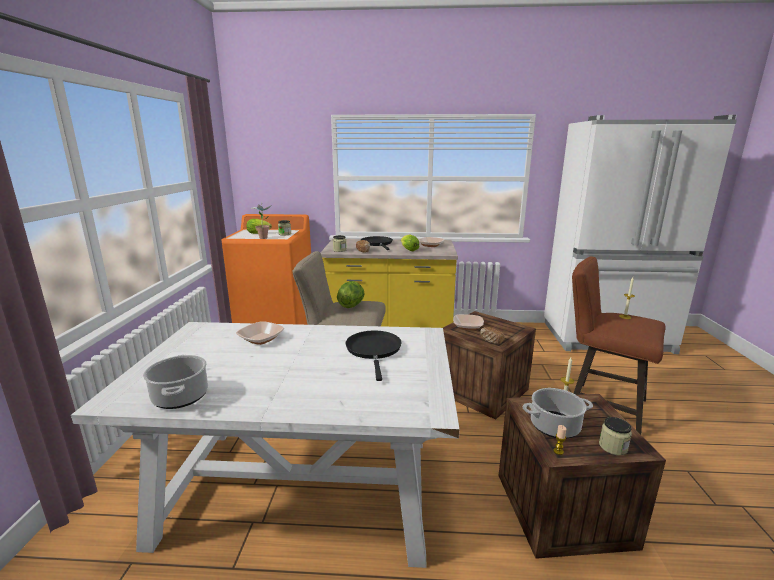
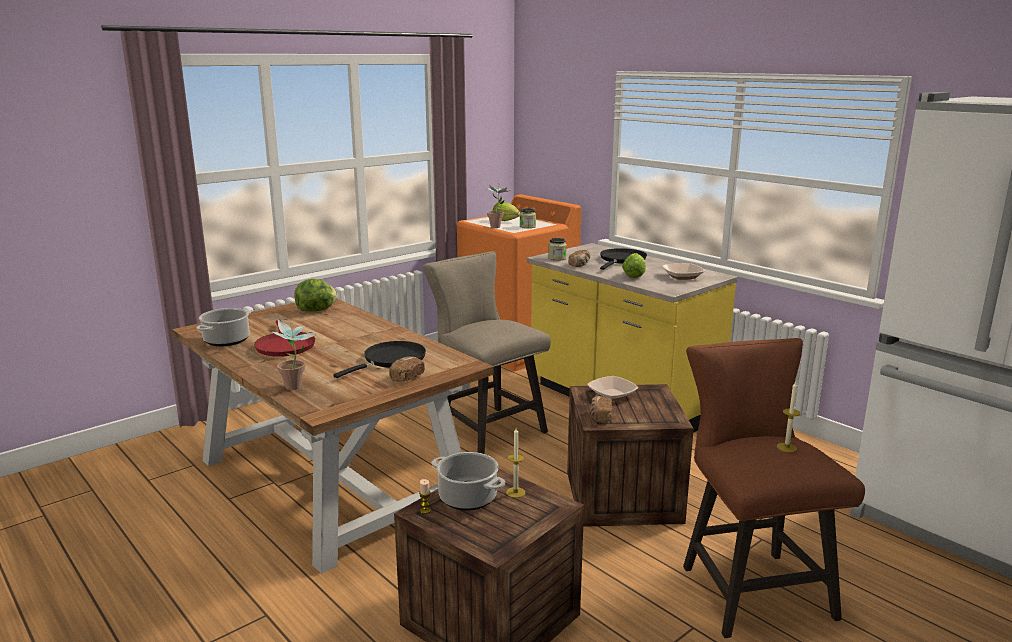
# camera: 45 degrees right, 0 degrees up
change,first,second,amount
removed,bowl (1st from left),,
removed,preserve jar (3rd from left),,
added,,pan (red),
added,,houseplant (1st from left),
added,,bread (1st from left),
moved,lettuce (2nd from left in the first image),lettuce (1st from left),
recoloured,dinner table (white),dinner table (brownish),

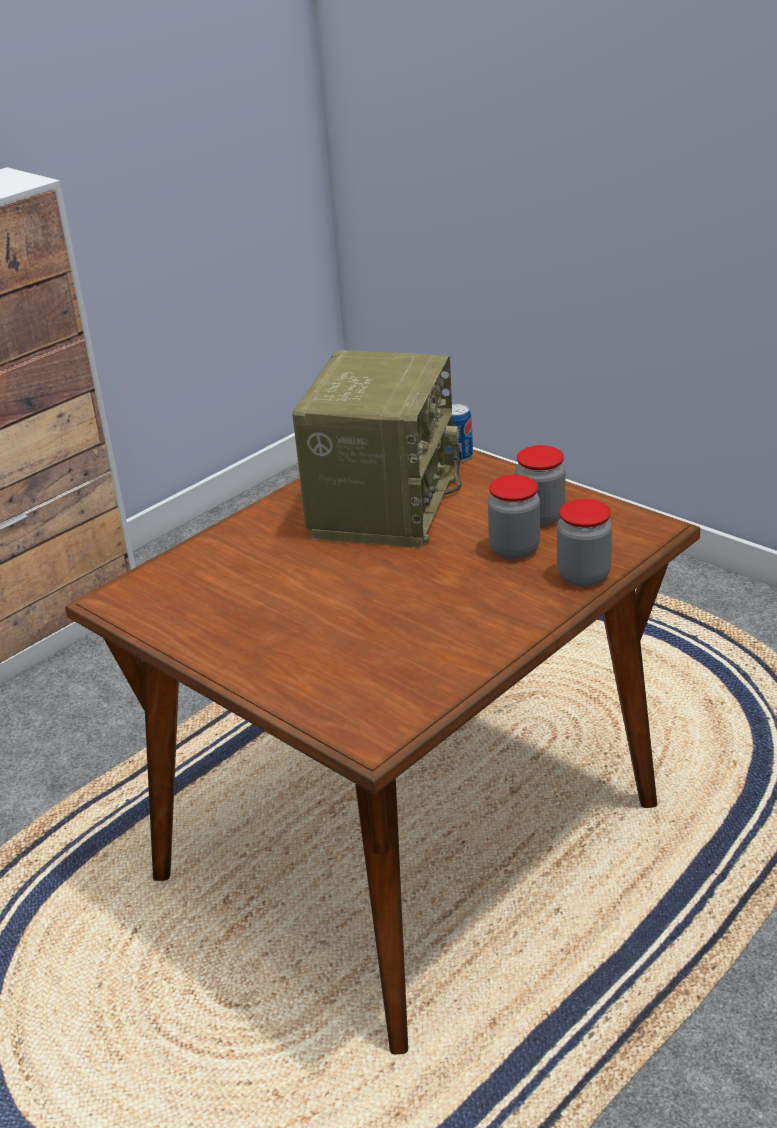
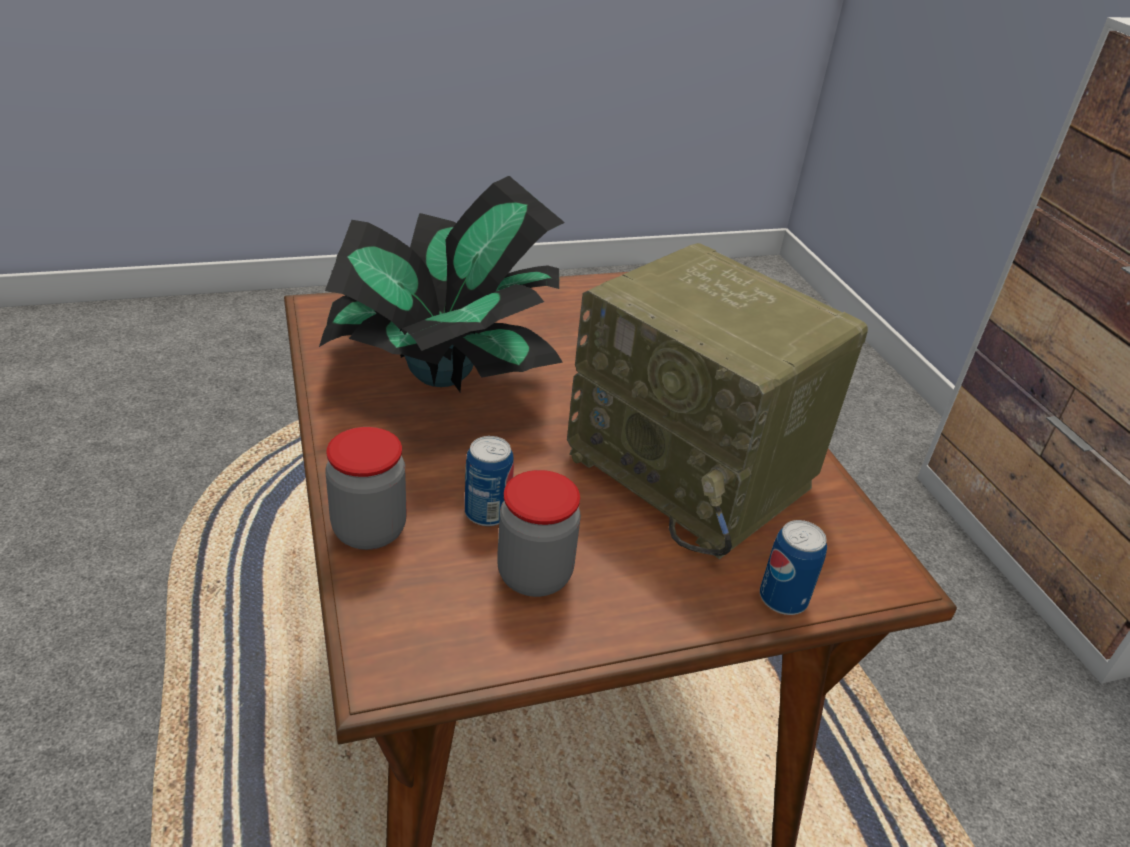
# camera: 115 degrees right, 5 degrees up
change,first,second,amount
added,,houseplant,
replaced,preserve jar (1st from left),can (1st from left),

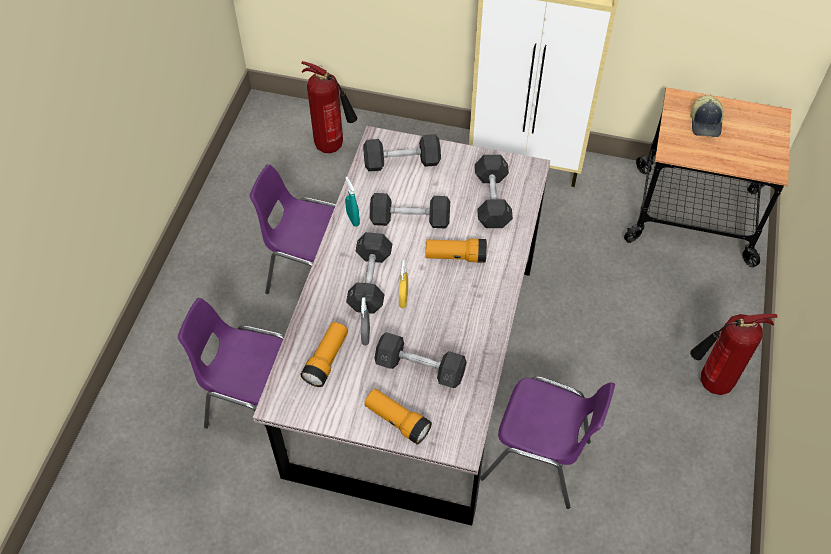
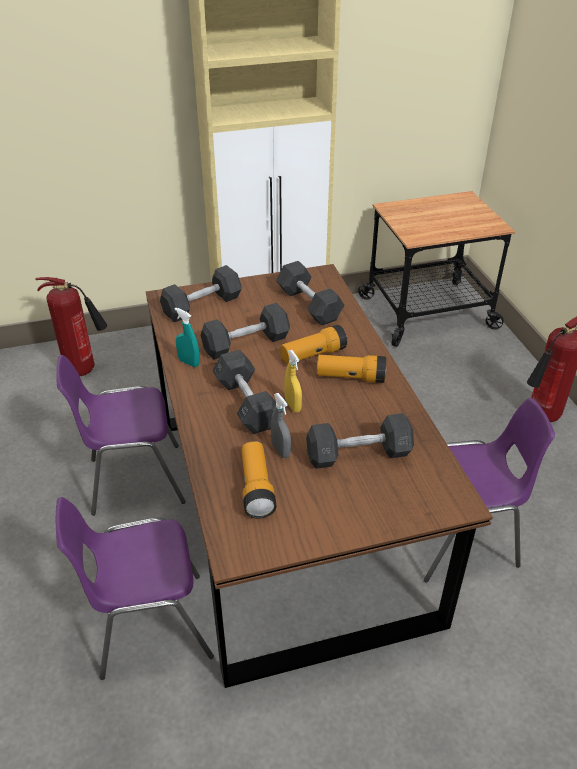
# camera: 30 degrees left, 15 degrees down
change,first,second,amount
removed,cap,,
moved,flashlight (2nd from left in the first image),flashlight (3rd from left),
recoloured,dinner table (grey),dinner table (brownish),

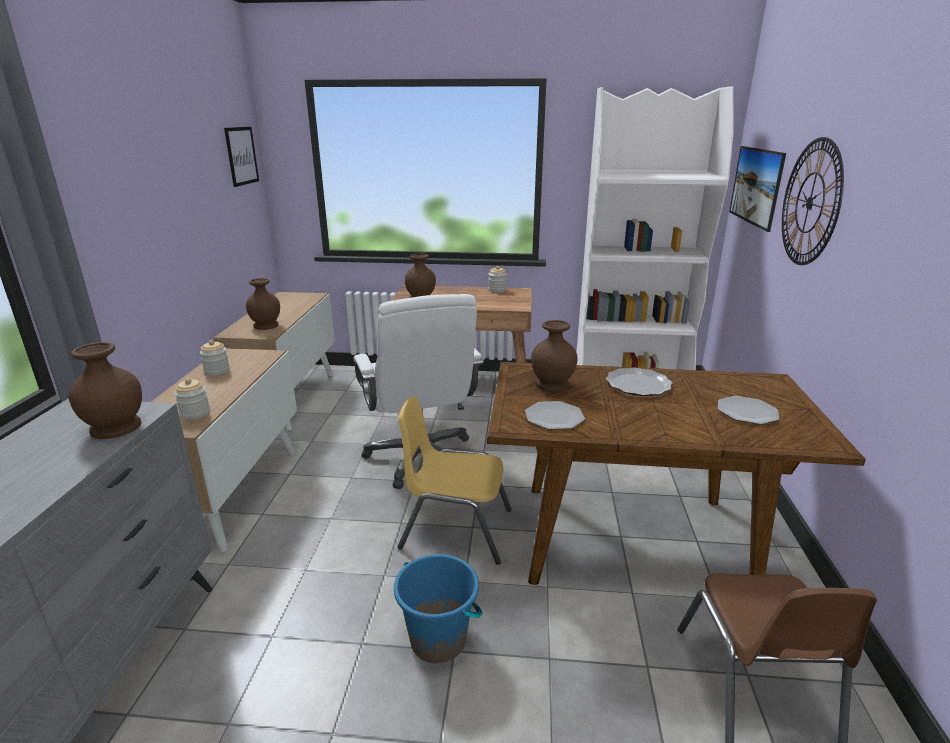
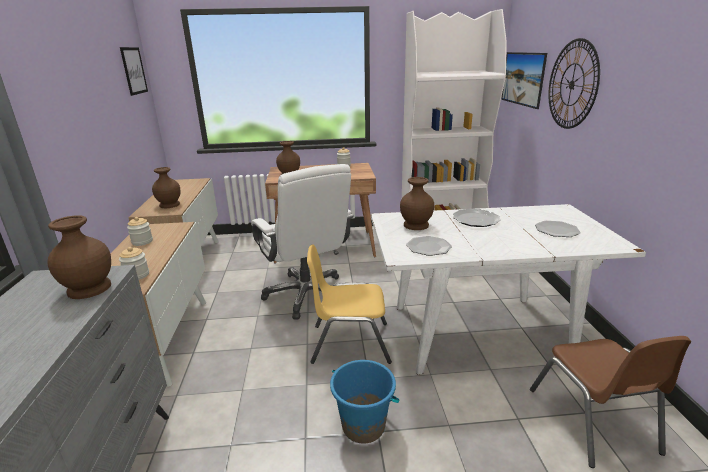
# camera: 10 degrees left, 0 degrees up
change,first,second,amount
recoloured,dinner table (brownish),dinner table (white),

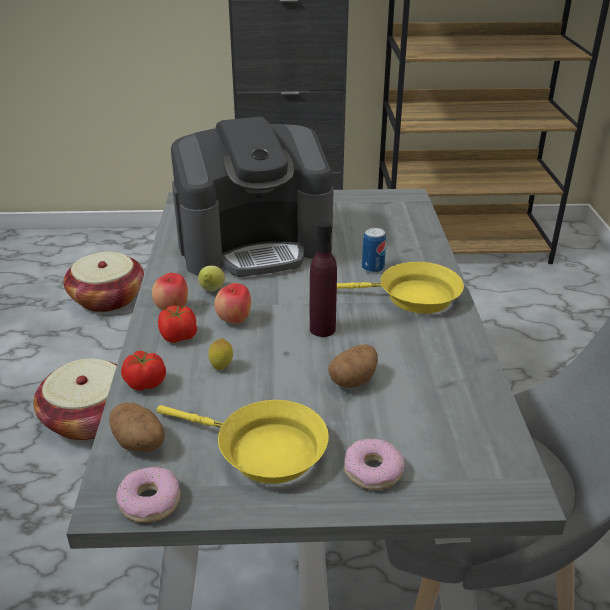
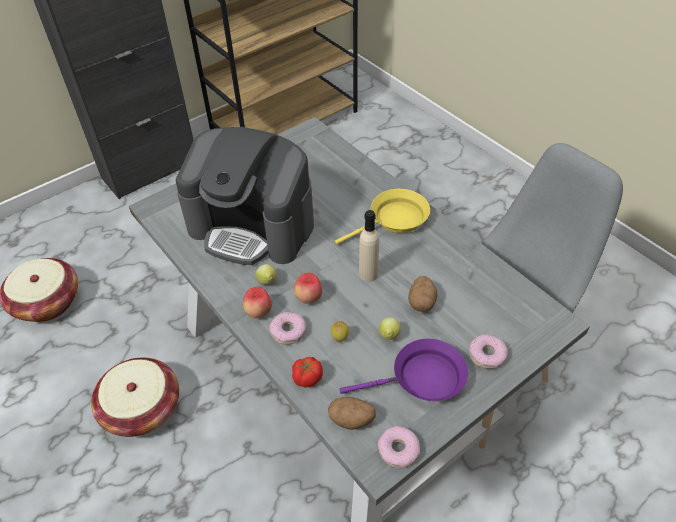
# camera: 35 degrees left, 15 degrees up
change,first,second,amount
removed,can,,
added,,citrus fruit (3rd from left),
replaced,whole tomato (2nd from left),doughnut (1st from left),
recoloured,pan (yellow-coloured) (1st from left),pan (purplish),
recoloured,drink bottle (purplish),drink bottle (beige-coloured),
turned,coffee brewer,,75 degrees clockwise

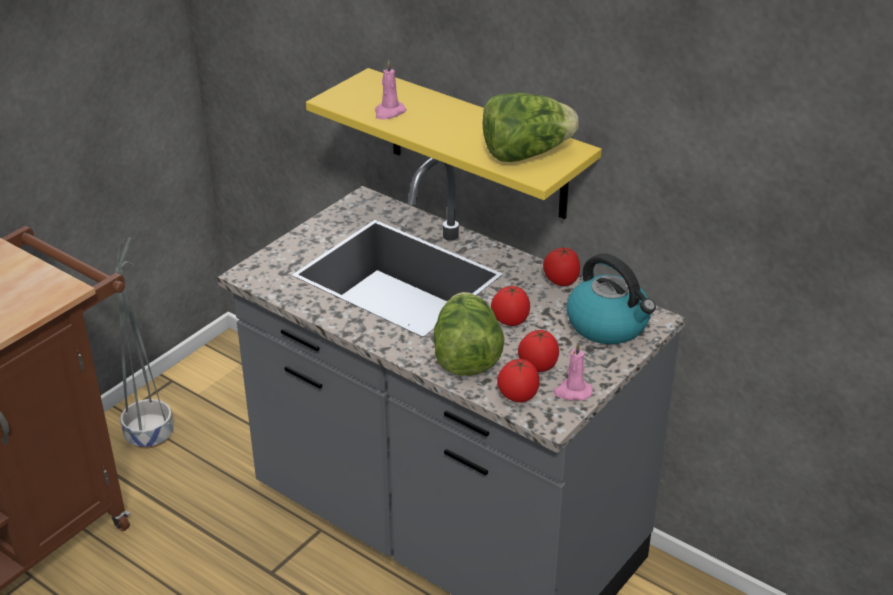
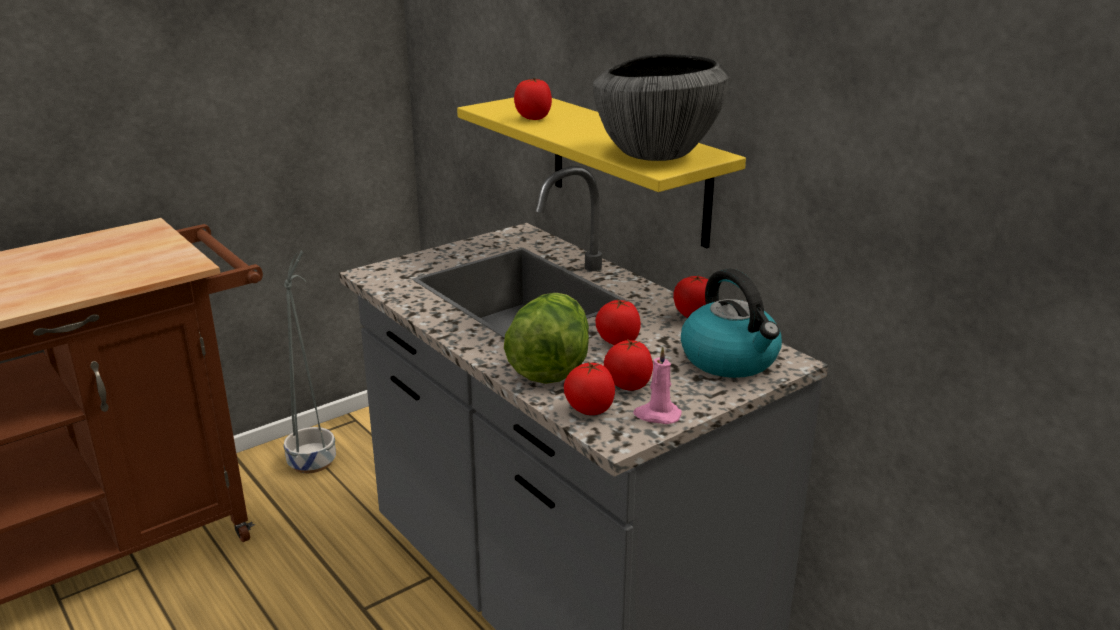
# camera: 15 degrees right, 10 degrees down
change,first,second,amount
replaced,wax light (pink-coloured) (1st from left),whole tomato (1st from left),
replaced,lettuce (2nd from left),bowl,

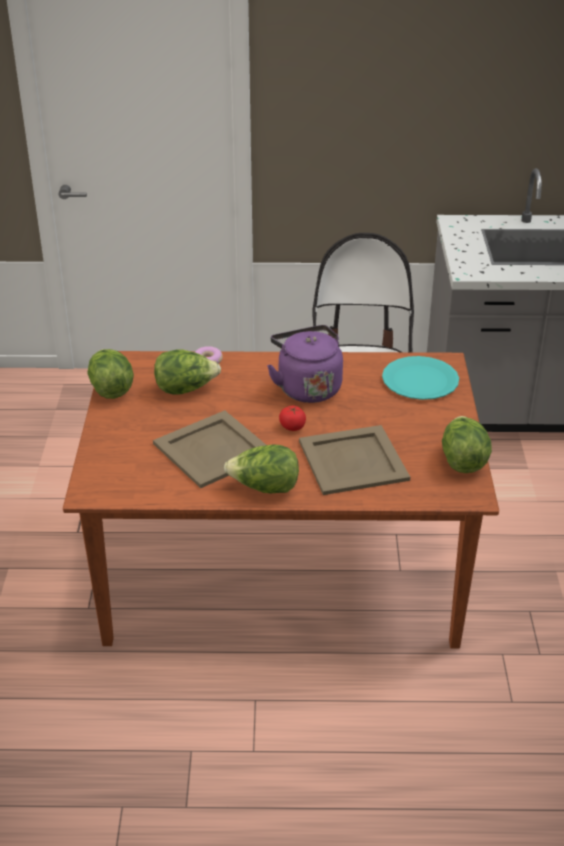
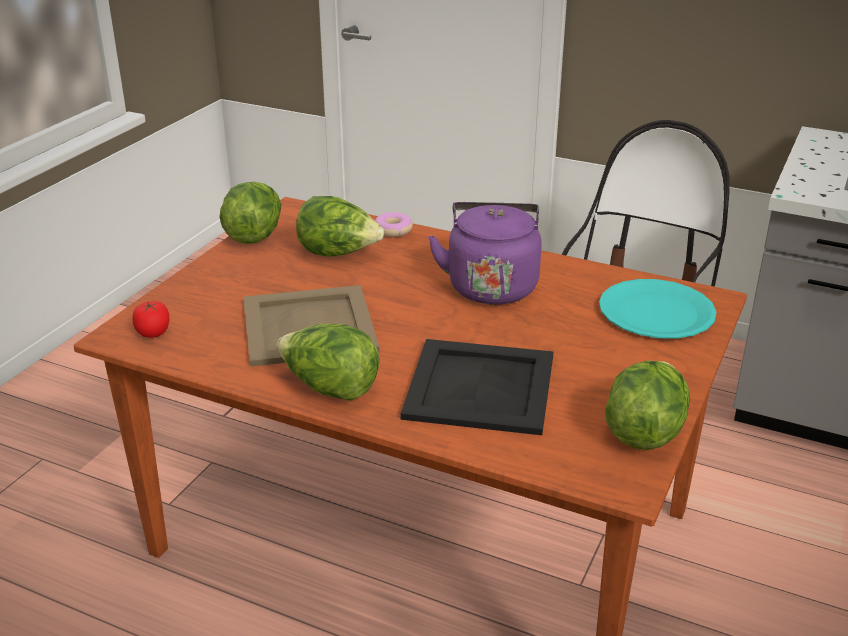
# camera: 25 degrees right, 5 degrees down
change,first,second,amount
moved,whole tomato,,
recoloured,serving tray (beige-coloured) (2nd from left),serving tray (black-coloured),

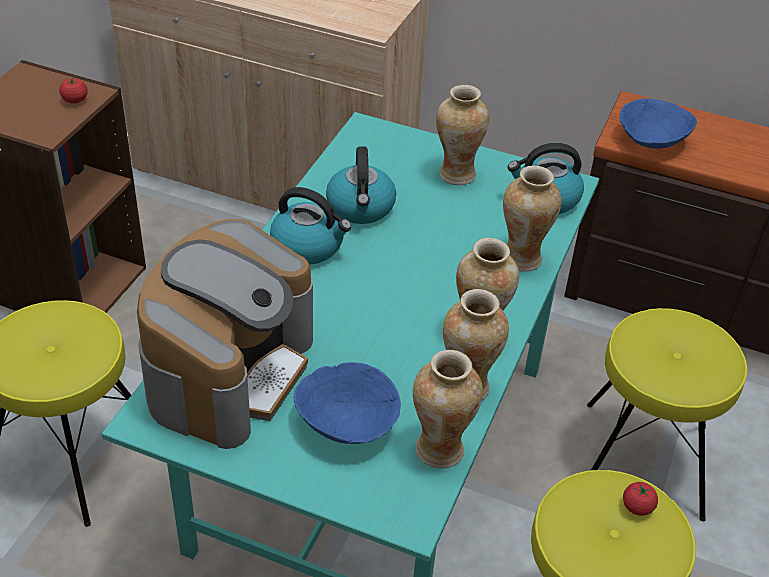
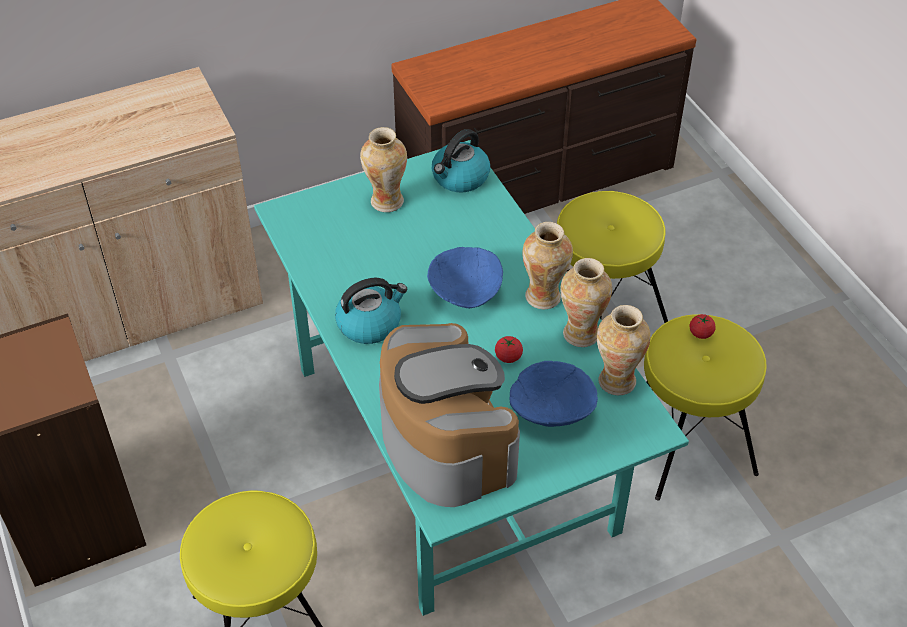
# camera: 45 degrees left, 5 degrees up
change,first,second,amount
removed,tea kettle (2nd from left),,
removed,decorative vase (5th from left),,
moved,whole tomato (1st from left),,
moved,bowl (blue-coloured) (2nd from left in the first image),bowl (blue-coloured) (1st from left),

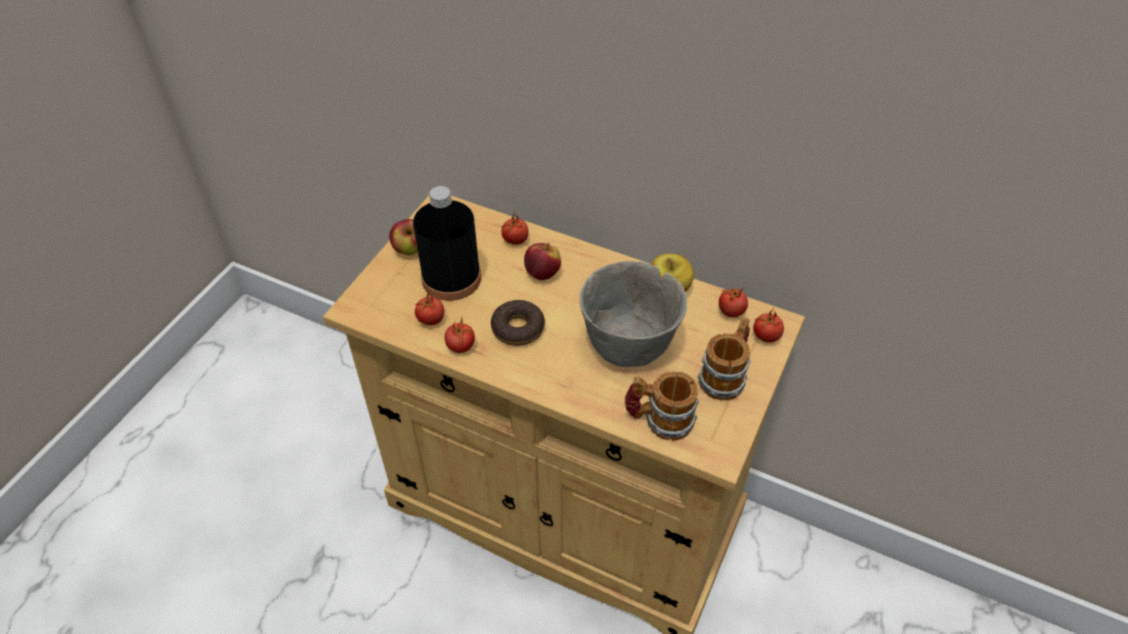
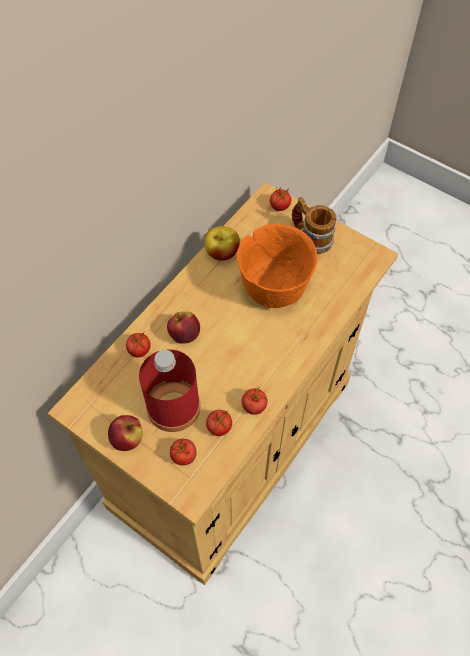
# camera: 80 degrees left, 10 degrees up
change,first,second,amount
removed,doughnut,,
removed,mug (1st from left),,
moved,whole tomato (4th from left in the first image),whole tomato (2nd from left),
recoloured,drink bottle (black-coloured),drink bottle (red),
recoloured,bowl (grey),bowl (orange-coloured),

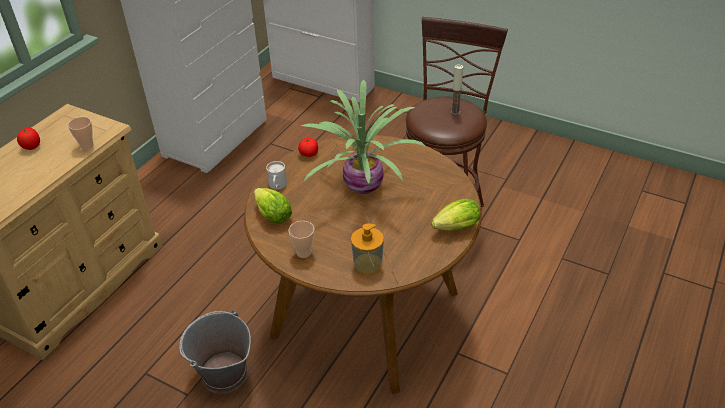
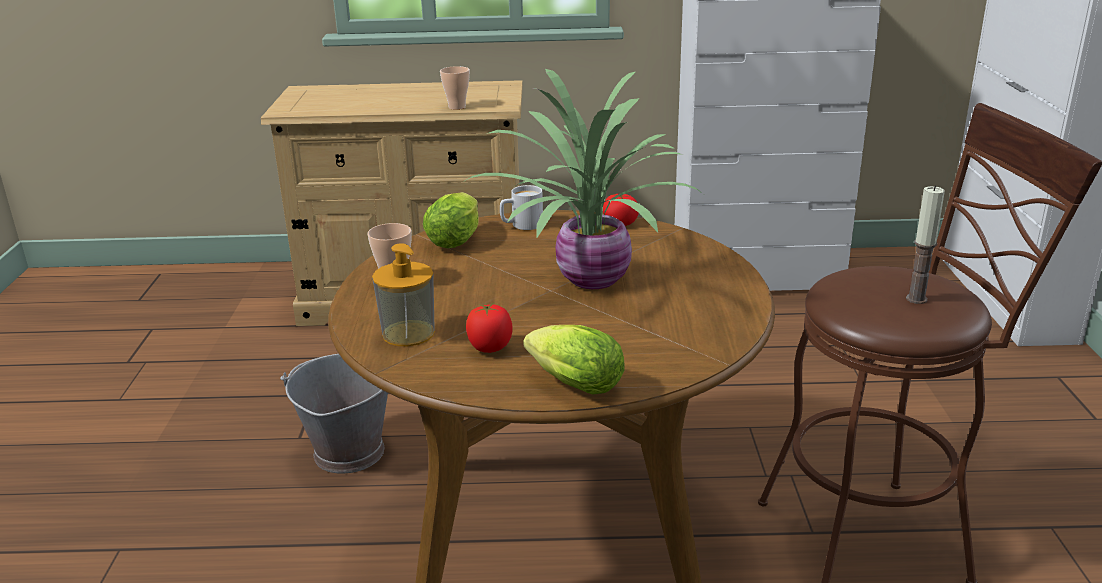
# camera: 60 degrees right, 15 degrees down
change,first,second,amount
moved,whole tomato (1st from left),,

